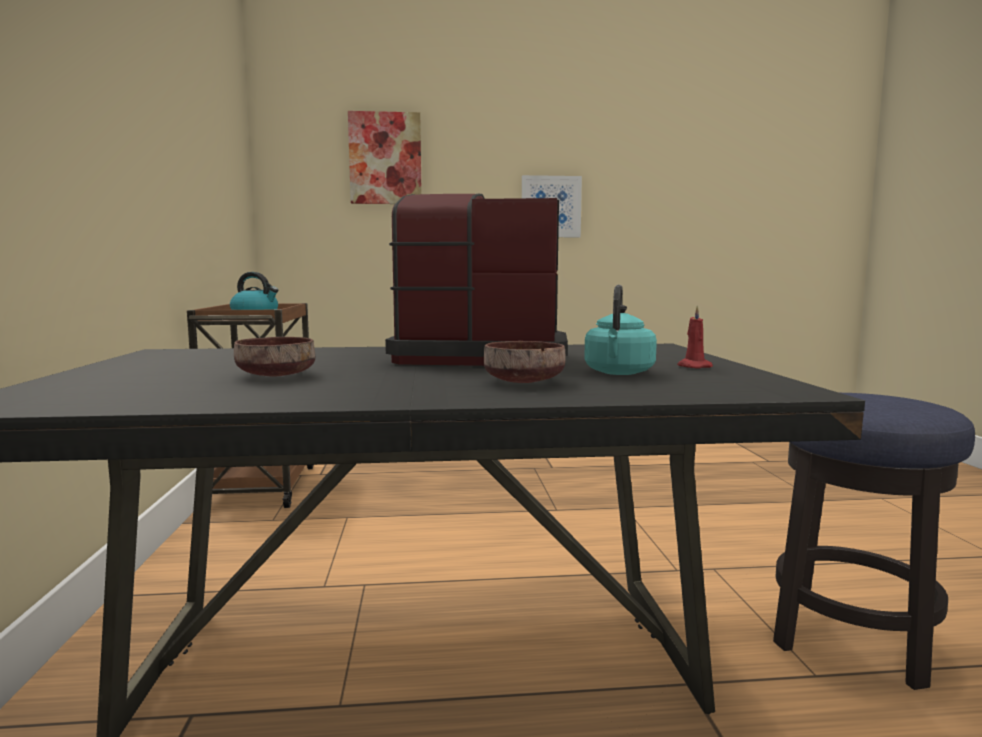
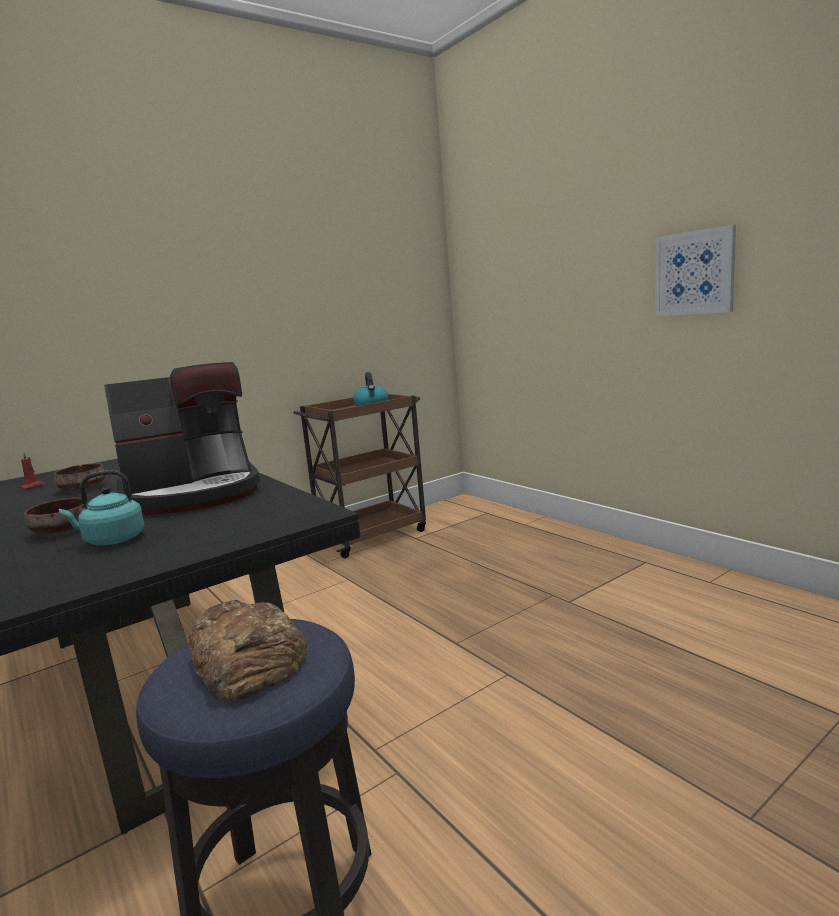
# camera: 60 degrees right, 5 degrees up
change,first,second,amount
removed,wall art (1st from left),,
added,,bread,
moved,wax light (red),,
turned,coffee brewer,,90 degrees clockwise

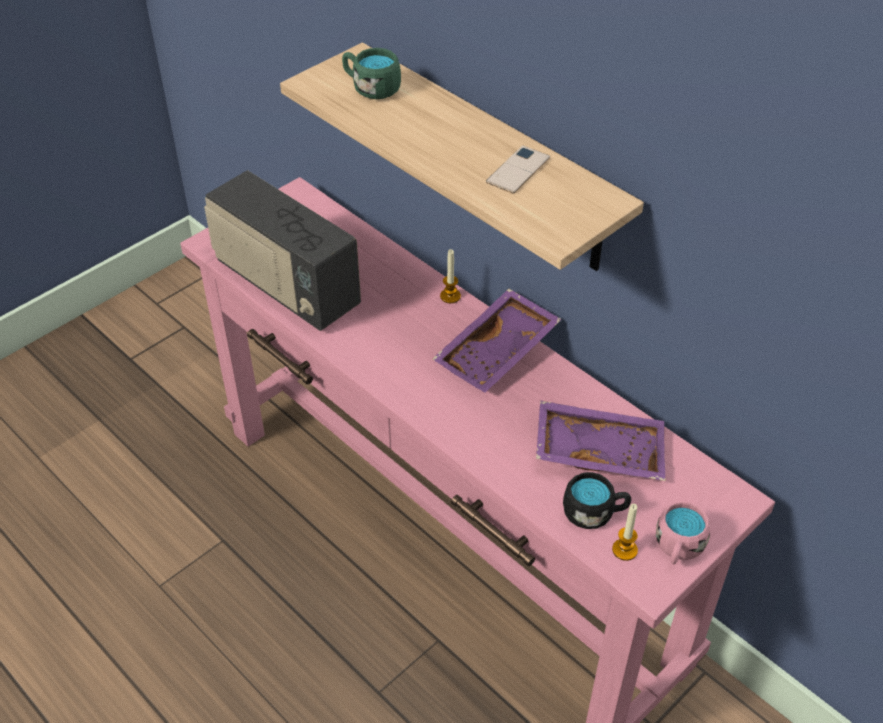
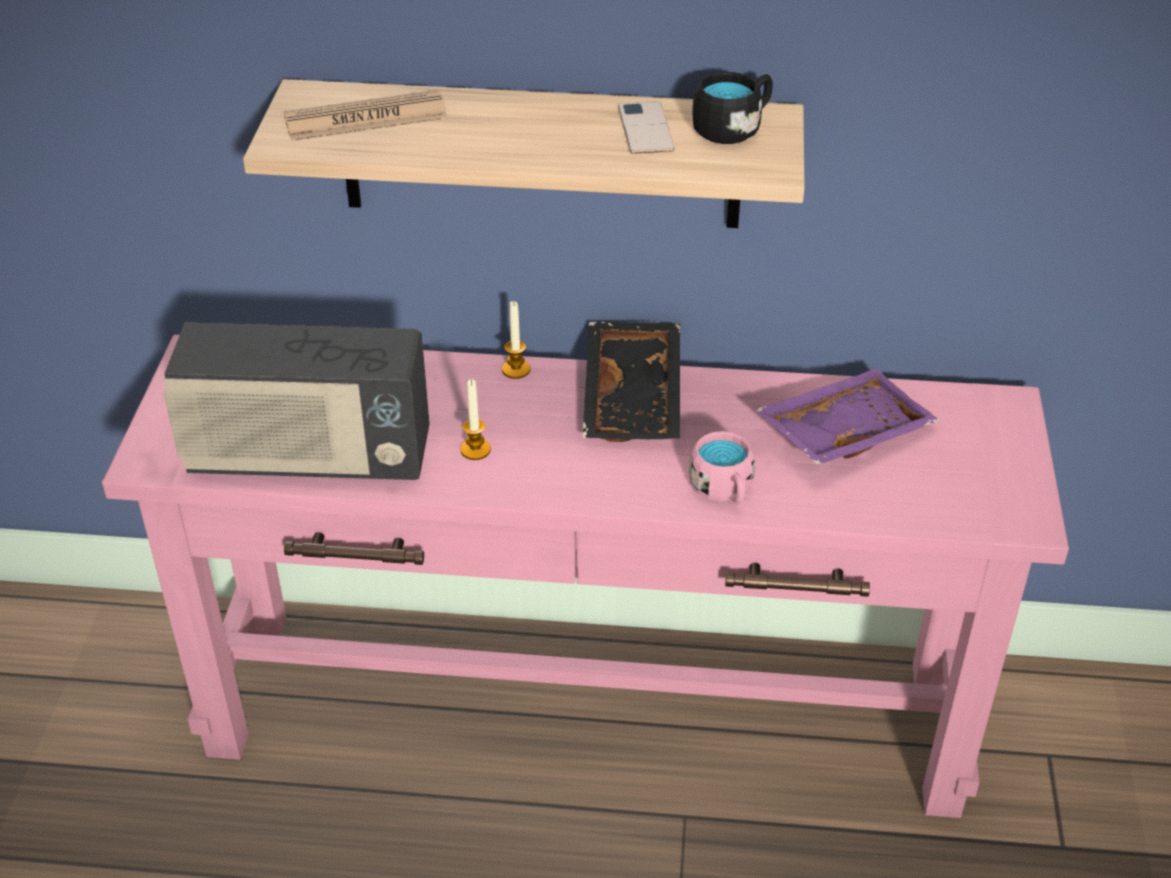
# camera: 40 degrees left, 5 degrees down
change,first,second,amount
moved,mug (black-coloured),,
moved,wax light (2nd from left in the first image),wax light (1st from left),
moved,mug (pink-coloured),,
replaced,mug (greenish),printed paper,
recoloured,serving tray (purplish) (1st from left),serving tray (black-coloured),

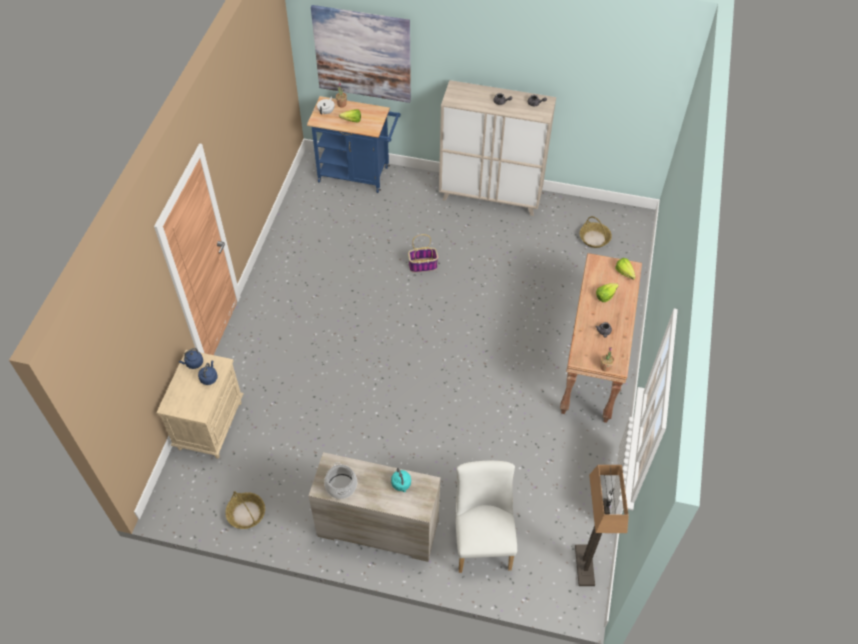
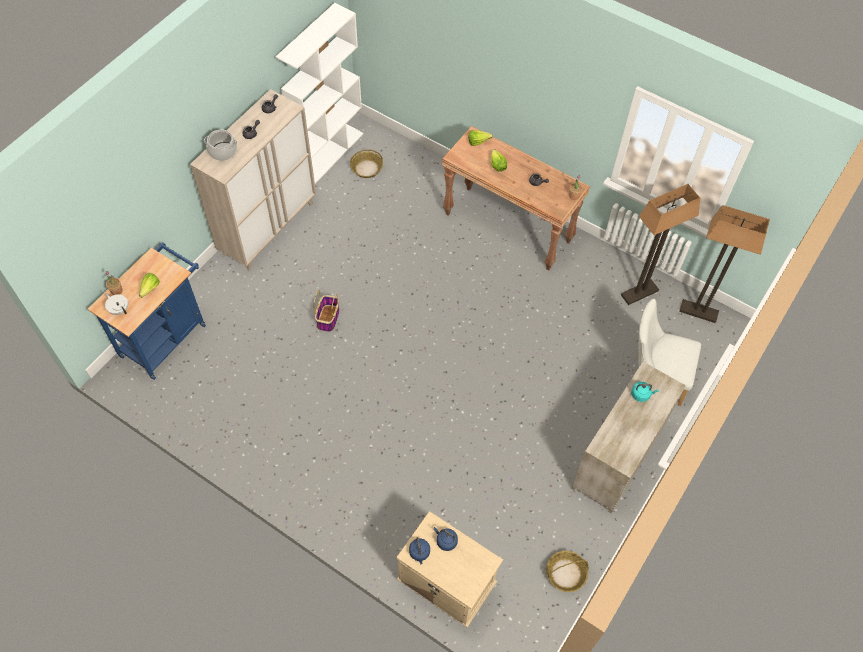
# camera: 70 degrees left, 5 degrees up
change,first,second,amount
removed,wall art,,
added,,bookshelf (white),
added,,floor lamp (1st from left),
moved,stockpot,,

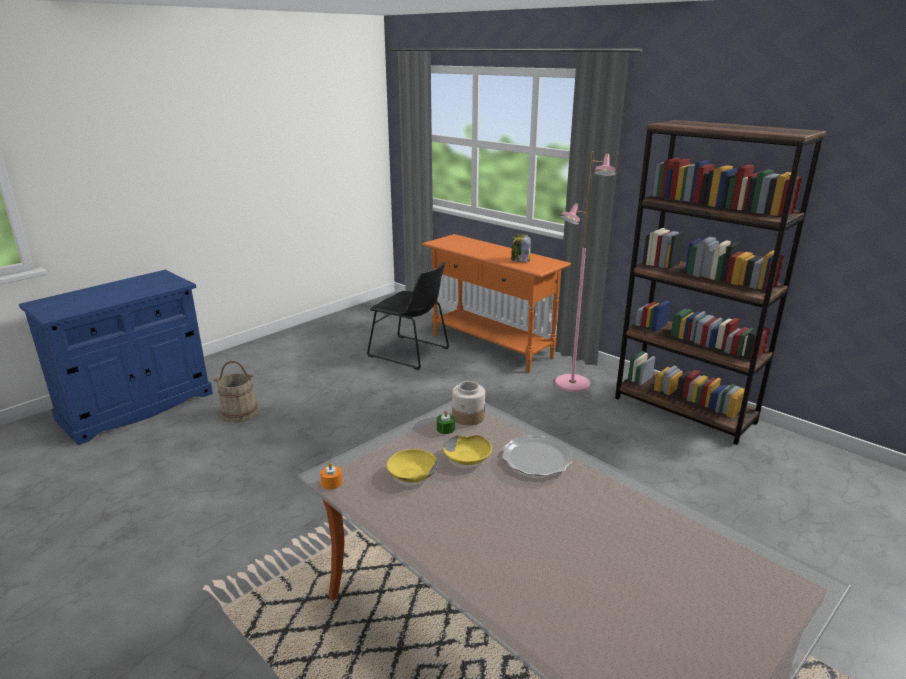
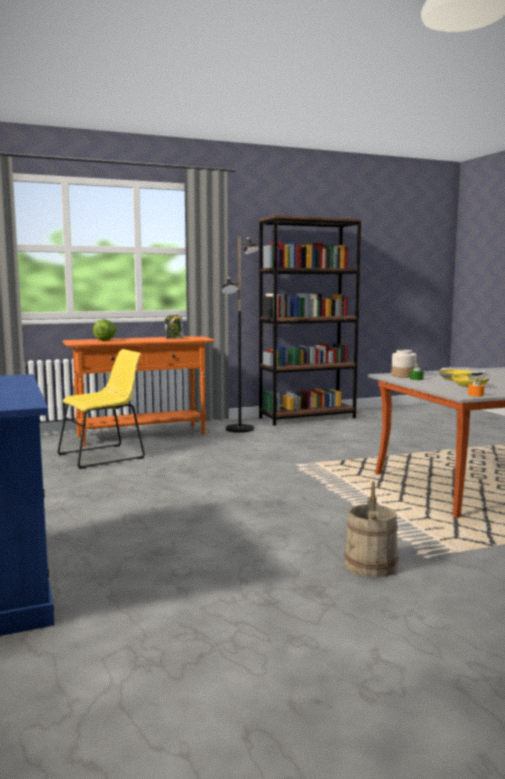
# camera: 65 degrees left, 15 degrees down
change,first,second,amount
added,,lettuce,
moved,water bucket (beige-coloured),,
recoloured,plain chair (black-coloured),plain chair (yellow-coloured),
recoloured,floor lamp (pink-coloured),floor lamp (black-coloured),

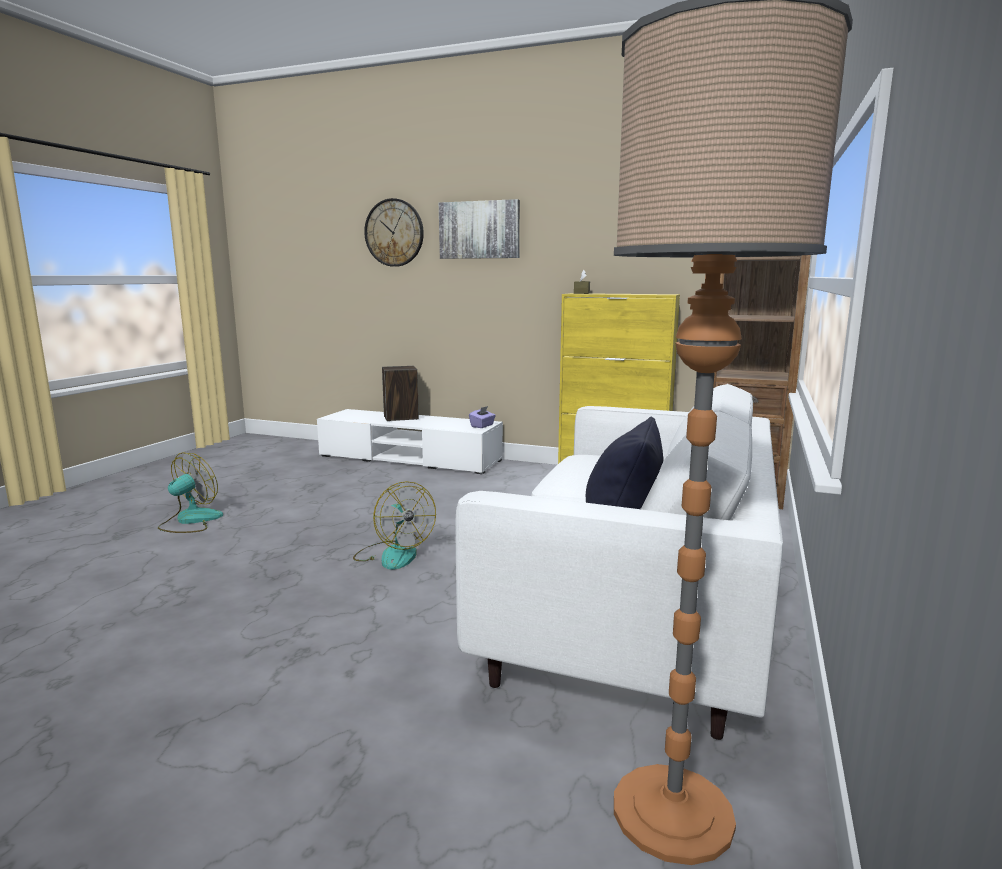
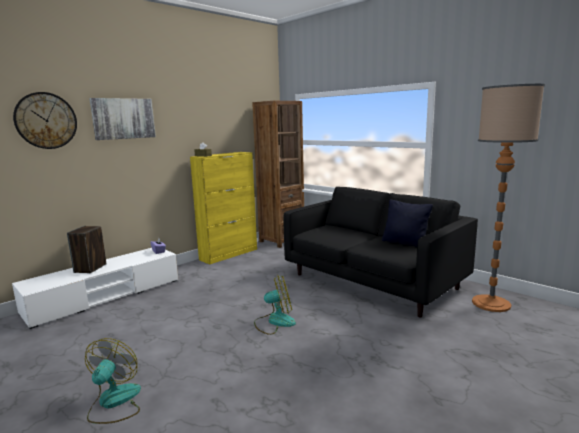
# camera: 65 degrees left, 0 degrees up
change,first,second,amount
recoloured,settee (white),settee (black-coloured),
turned,electric fan (1st from left),,45 degrees clockwise

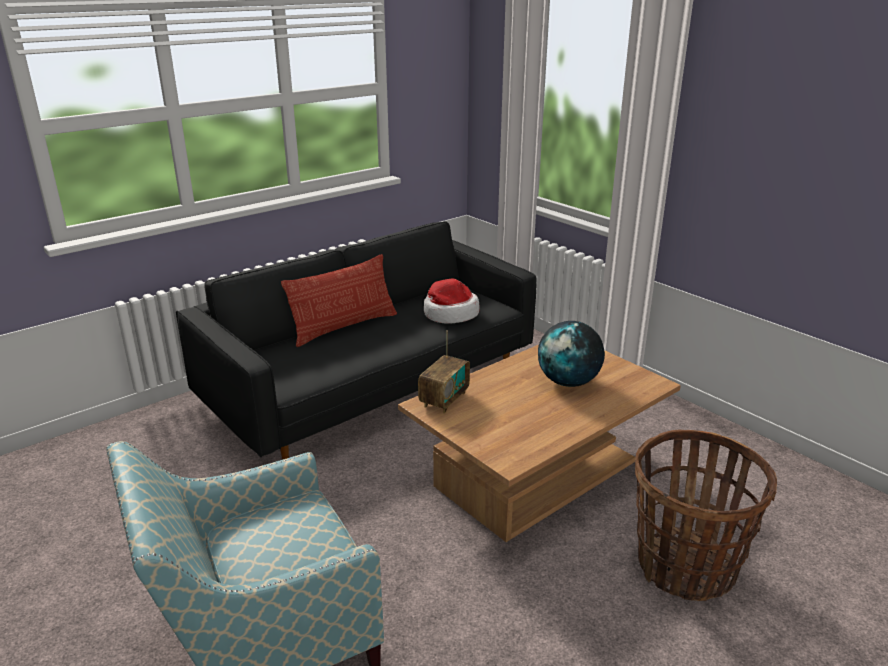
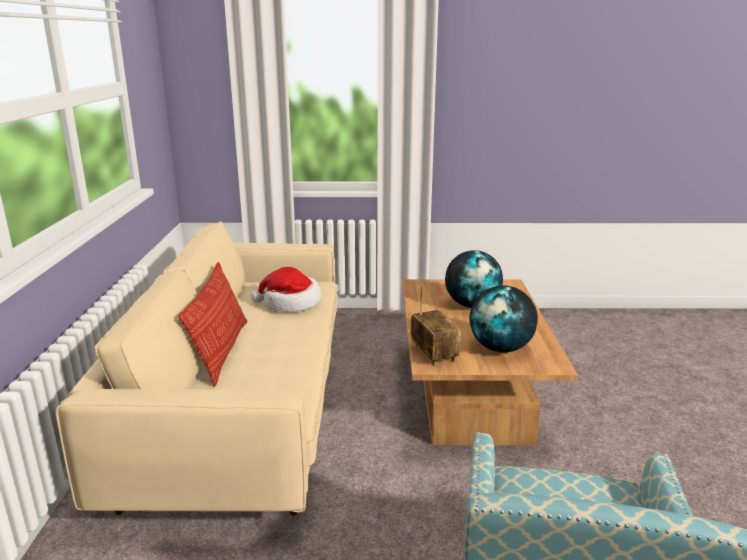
# camera: 50 degrees left, 5 degrees down
change,first,second,amount
removed,storage basket,,
added,,world globe (2nd from left),
recoloured,settee (black-coloured),settee (beige-coloured),

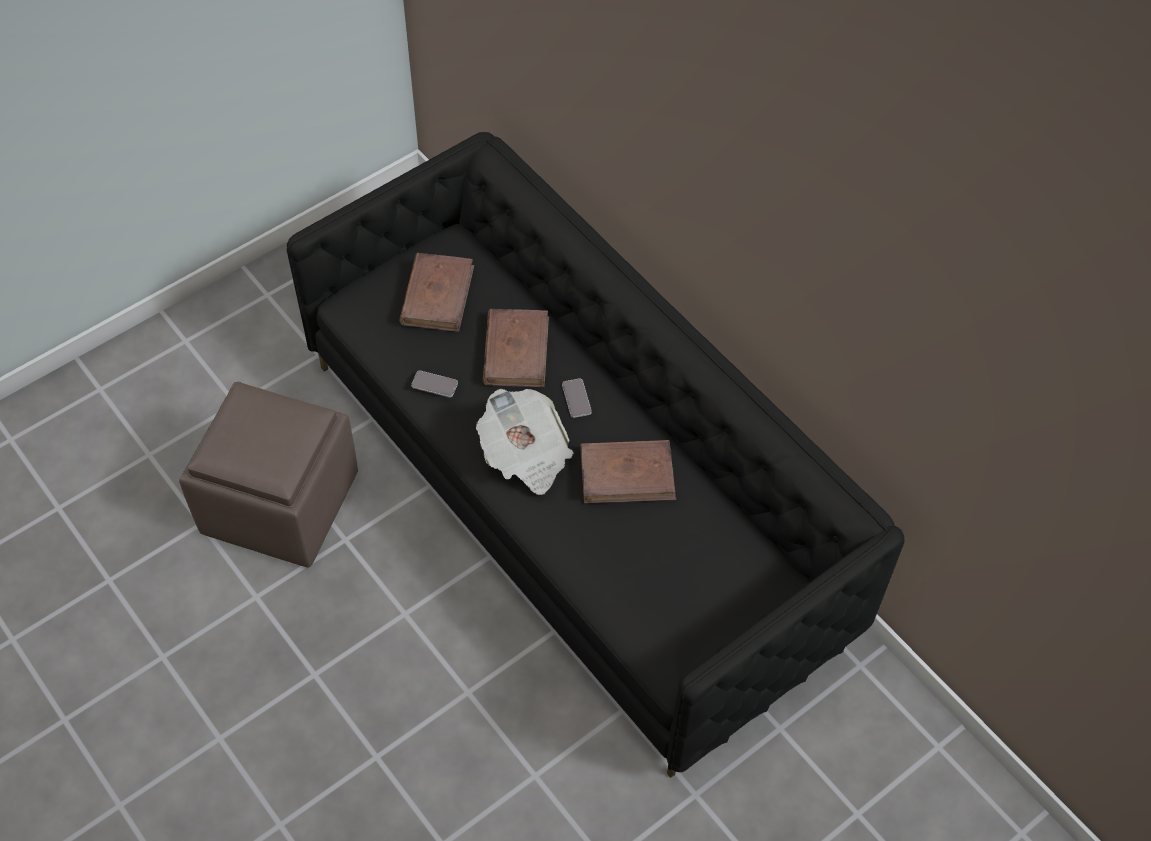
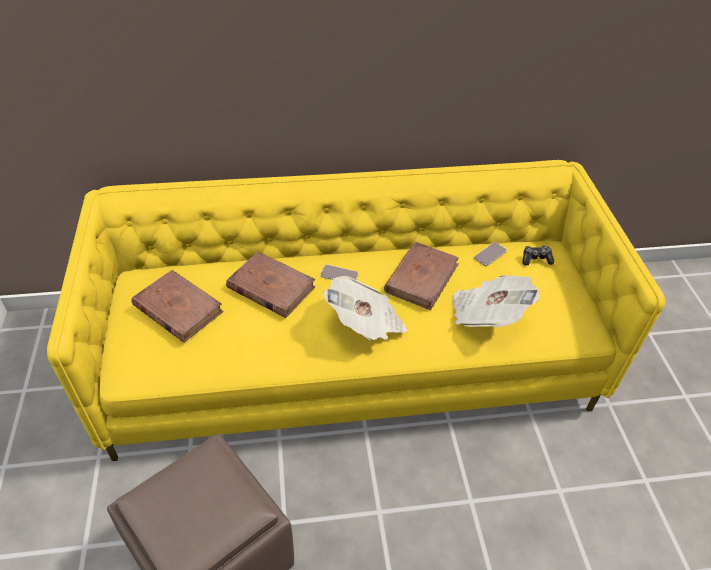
# camera: 60 degrees left, 10 degrees down
change,first,second,amount
added,,printed paper (2nd from left),
added,,gamepad,
moved,phone (1st from left in the first image),phone (2nd from left),
recoloured,settee (black-coloured),settee (yellow-coloured),

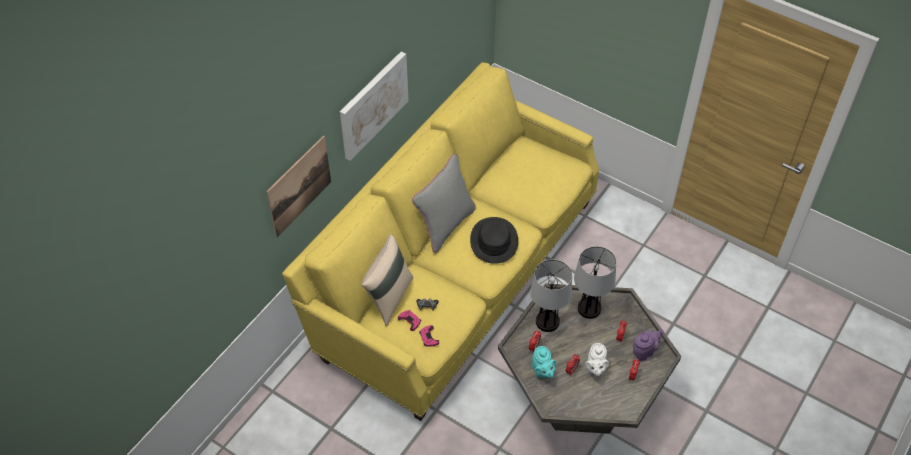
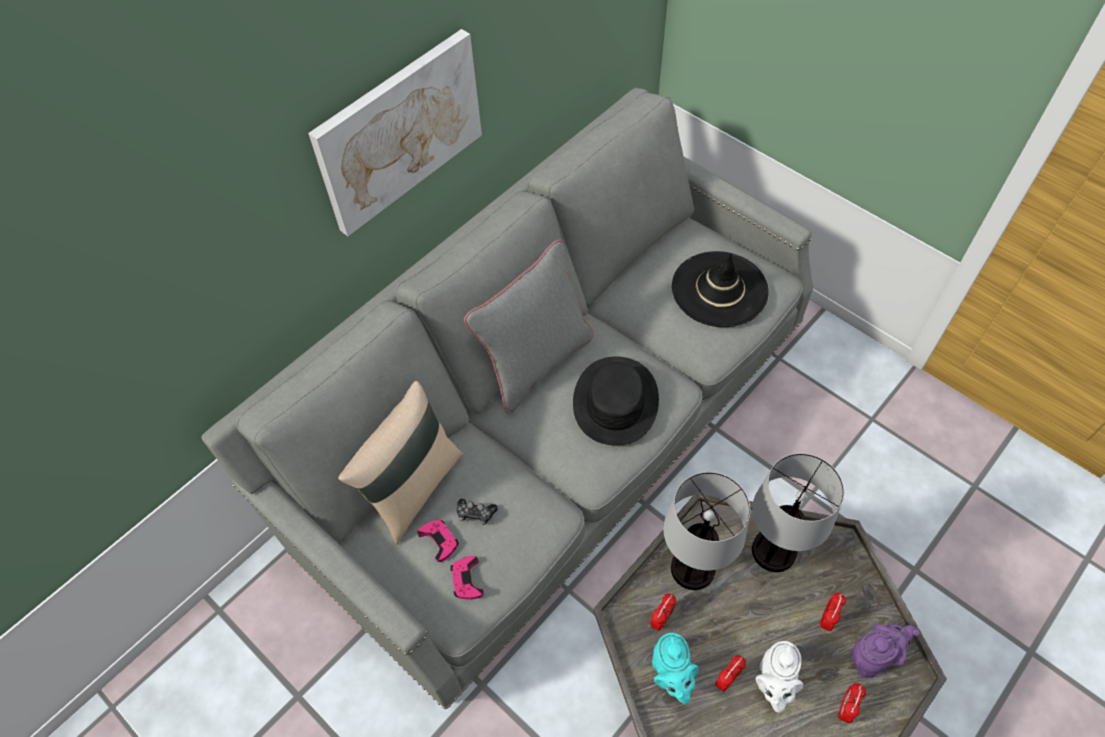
# camera: 10 degrees right, 5 degrees up
change,first,second,amount
removed,wall art (1st from left),,
added,,hat (black-coloured) (2nd from left),
recoloured,settee (yellow-coloured),settee (grey),

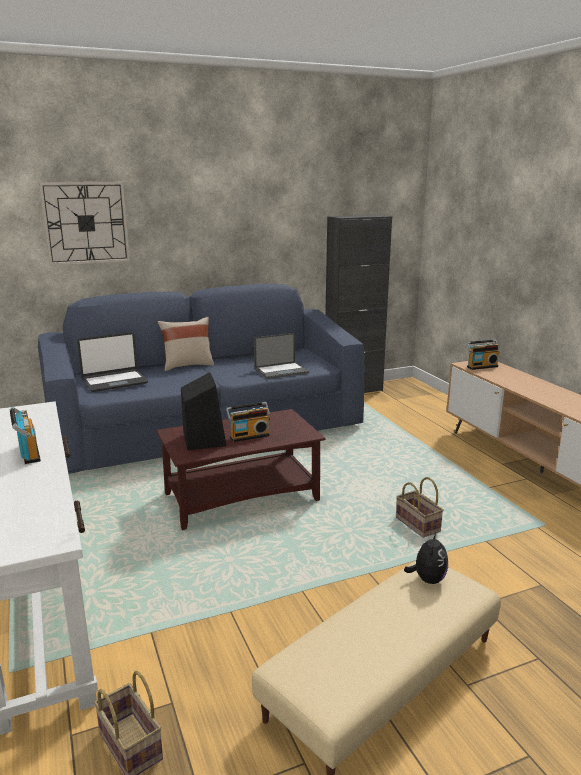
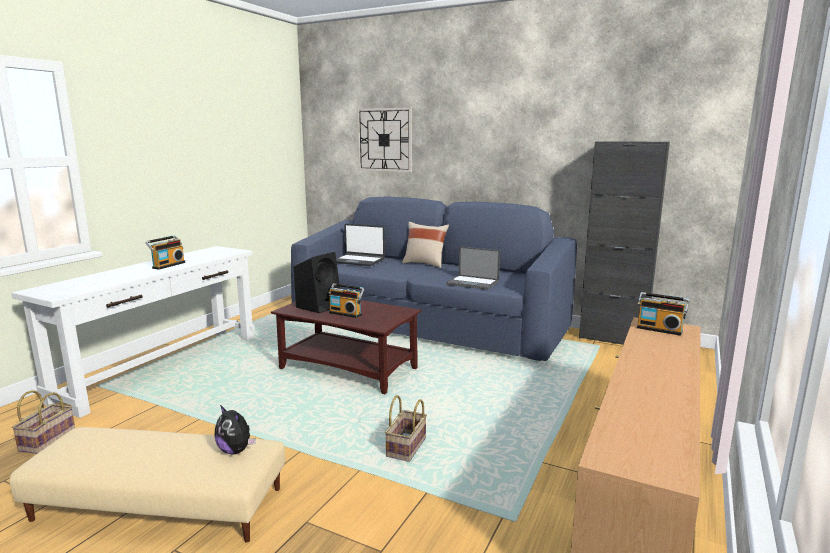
# camera: 50 degrees right, 5 degrees down
change,first,second,amount
turned,soft toy,,60 degrees clockwise

